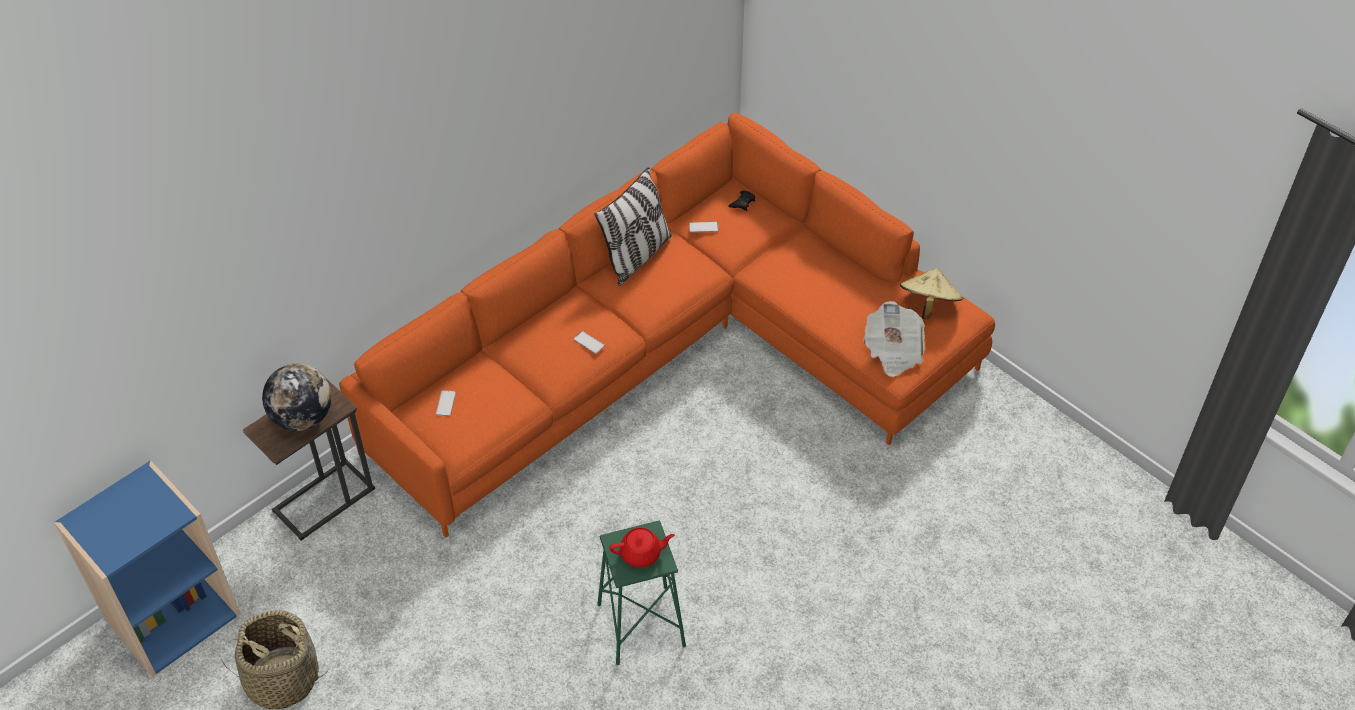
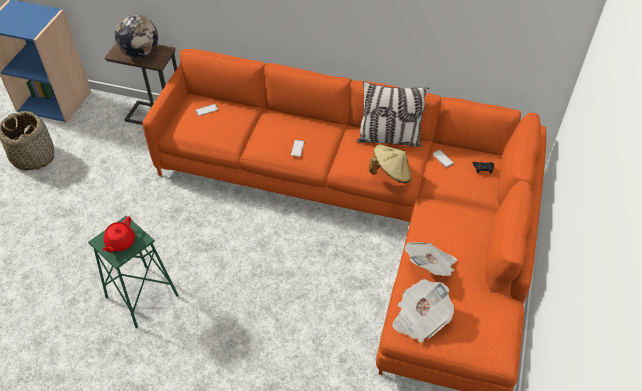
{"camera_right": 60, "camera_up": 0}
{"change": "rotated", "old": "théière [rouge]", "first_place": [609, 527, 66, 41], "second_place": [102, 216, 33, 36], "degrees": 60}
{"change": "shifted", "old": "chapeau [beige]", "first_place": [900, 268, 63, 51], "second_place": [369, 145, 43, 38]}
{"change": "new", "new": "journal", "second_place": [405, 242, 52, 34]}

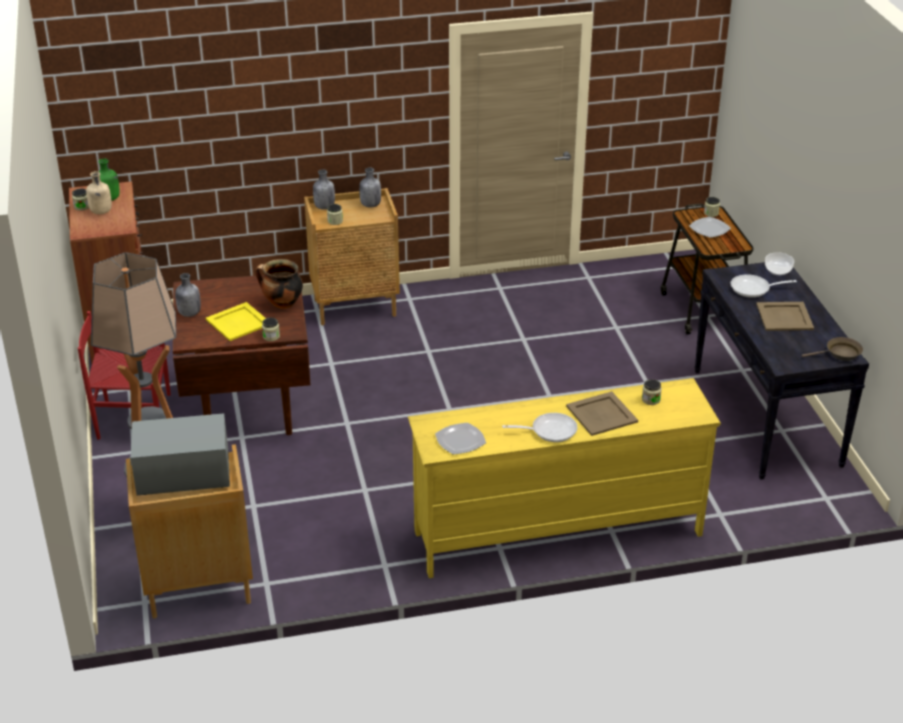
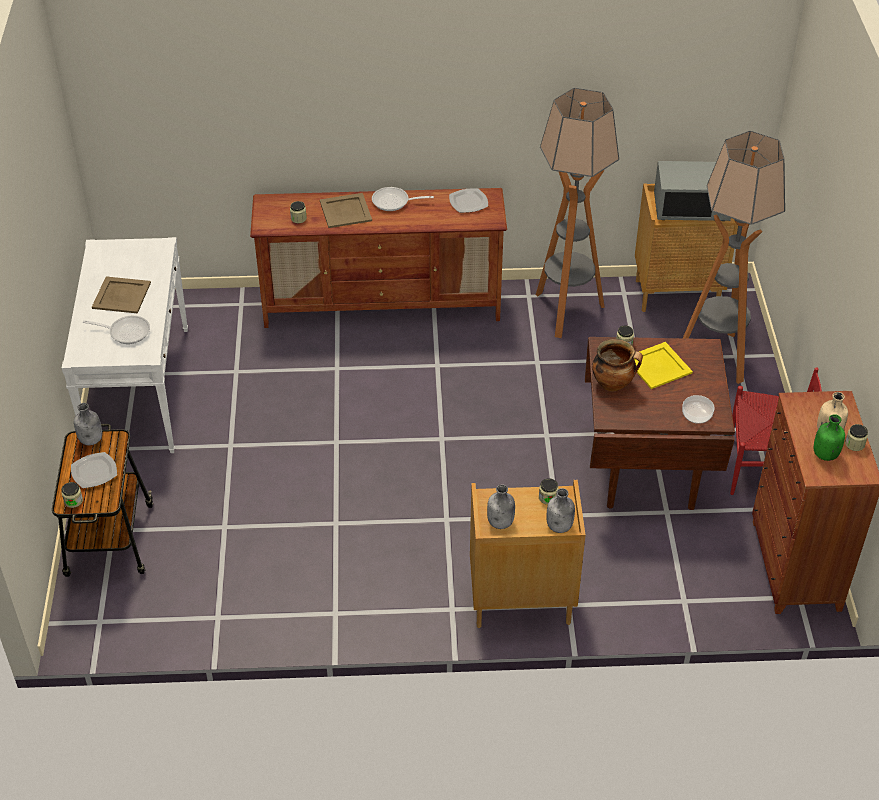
{"camera_right": -170, "camera_up": 10}
{"change": "repainted", "old": "table console [noir]", "new": "table console [blanc]", "first_place": [694, 262, 175, 218], "second_place": [62, 237, 126, 216]}
{"change": "shifted", "old": "bouteille [gris]", "first_place": [175, 273, 26, 44], "second_place": [74, 403, 28, 42]}
{"change": "repainted", "old": "commode [jaune]", "new": "commode [marron]", "first_place": [408, 378, 313, 200], "second_place": [250, 188, 257, 140]}
{"change": "new", "new": "lampadaire", "second_place": [536, 88, 83, 250]}
{"change": "shifted", "old": "bol", "first_place": [765, 252, 29, 23], "second_place": [682, 395, 32, 29]}
{"change": "gone", "old": "poêle [marron]", "first_place": [802, 337, 61, 24]}

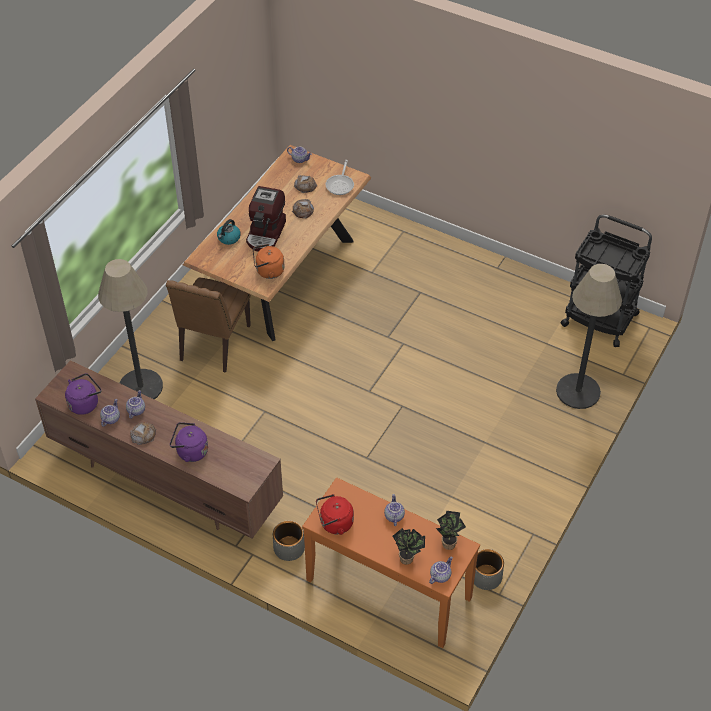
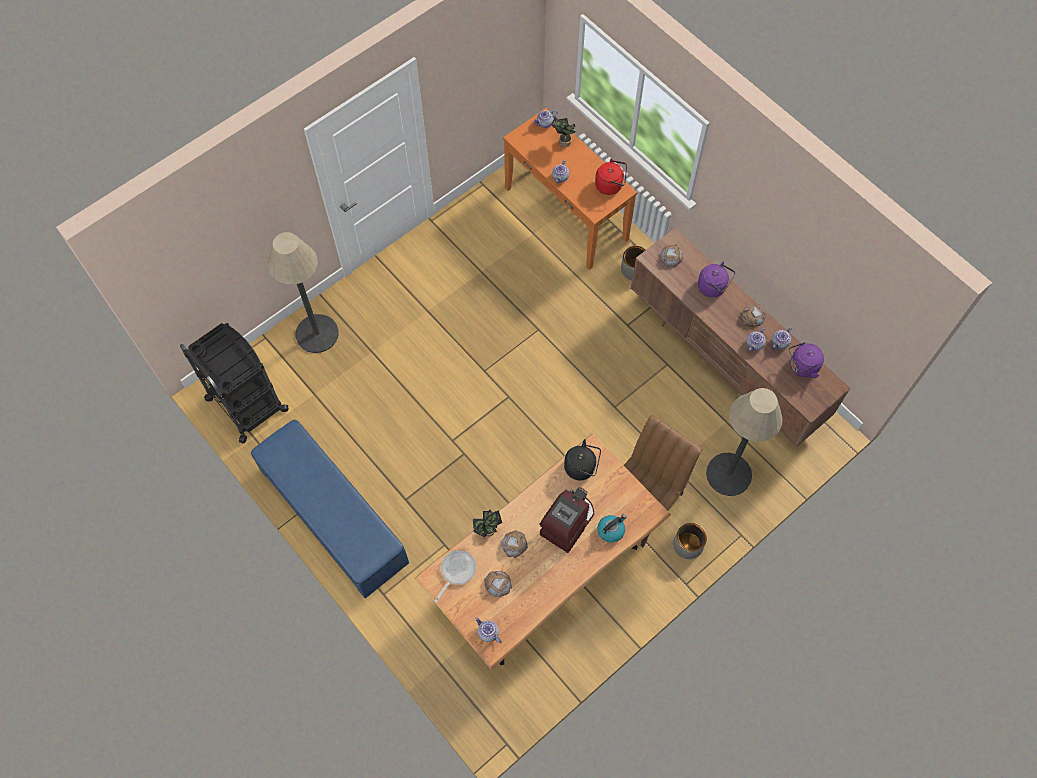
{"camera_right": -160, "camera_up": 15}
{"change": "new", "new": "banc [bleu]", "second_place": [251, 420, 158, 178]}
{"change": "shifted", "old": "plante en pot", "first_place": [436, 511, 30, 39], "second_place": [473, 509, 29, 29]}
{"change": "repainted", "old": "bouilloire [orange]", "new": "bouilloire [noir]", "first_place": [253, 244, 32, 35], "second_place": [564, 439, 37, 42]}
{"change": "new", "new": "pain", "second_place": [660, 245, 24, 22]}
{"change": "shifted", "old": "cache-pot [gris]", "first_place": [474, 549, 30, 41], "second_place": [673, 523, 34, 36]}

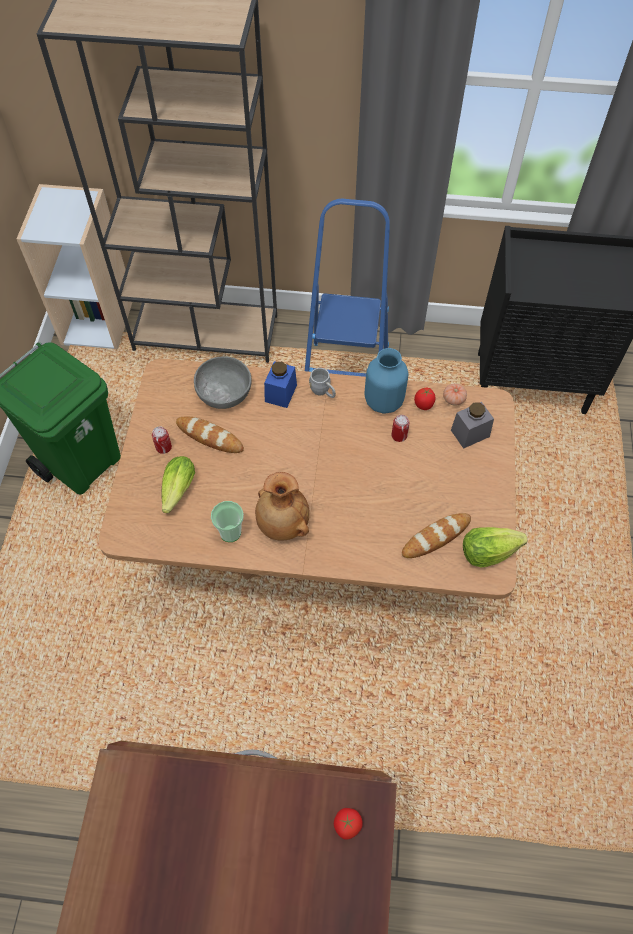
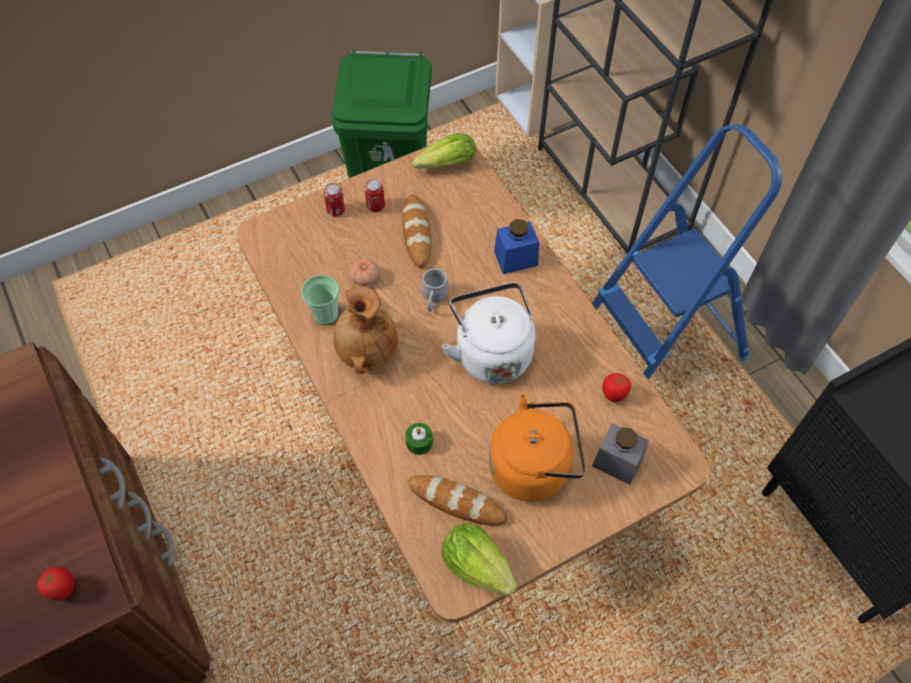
{"camera_right": 55, "camera_up": 0}
{"change": "shifted", "old": "boîte métallique", "first_place": [391, 415, 18, 27], "second_place": [324, 183, 21, 33]}
{"change": "shifted", "old": "tomate", "first_place": [443, 383, 24, 23], "second_place": [350, 259, 29, 27]}
{"change": "new", "new": "bougie [vert]", "second_place": [405, 423, 28, 32]}
{"change": "shifted", "old": "laitue", "first_place": [161, 456, 34, 57], "second_place": [412, 133, 64, 36]}
{"change": "shifted", "old": "mug [gris]", "first_place": [309, 368, 27, 30], "second_place": [421, 268, 28, 44]}
{"change": "new", "new": "bouilloire [blanc]", "second_place": [442, 283, 93, 101]}
{"change": "new", "new": "bouilloire [orange]", "second_place": [489, 394, 97, 107]}
{"change": "gone", "old": "bol [gris]", "first_place": [194, 356, 58, 53]}
{"change": "gone", "old": "vase [bleu]", "first_place": [365, 348, 44, 66]}

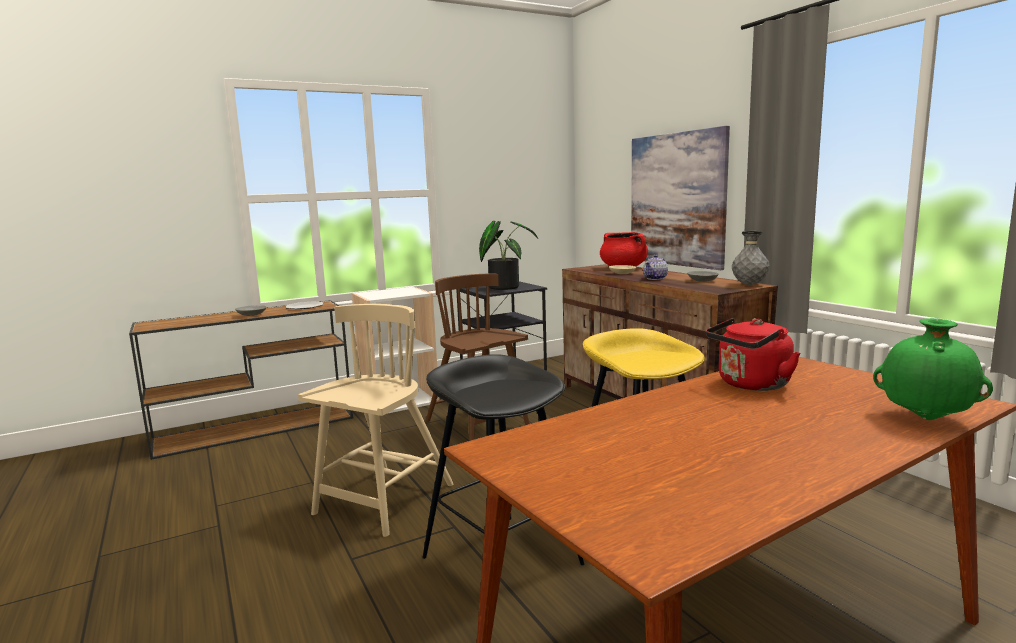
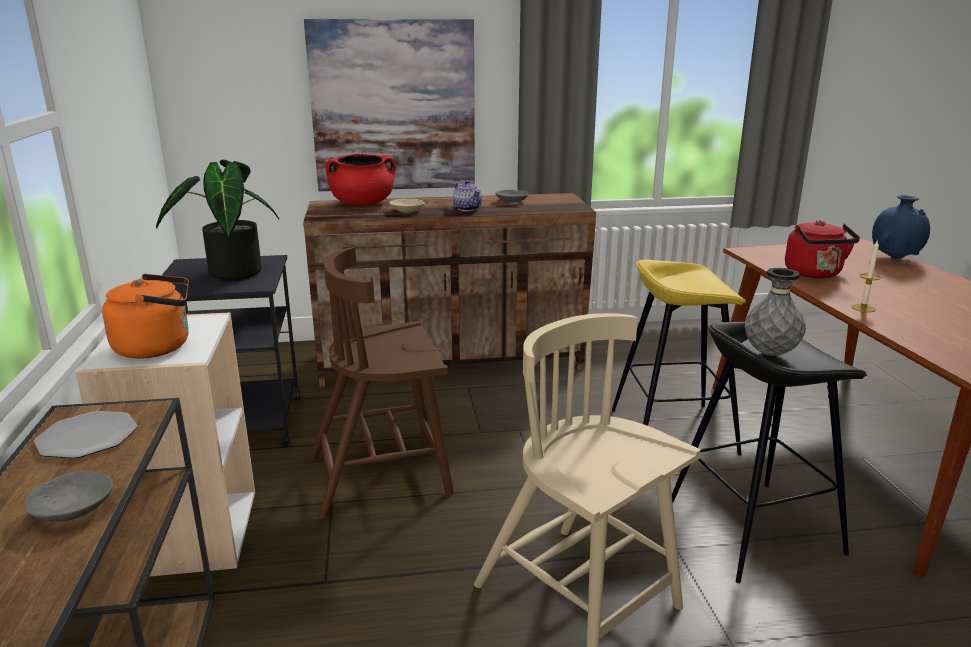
{"camera_right": -70, "camera_up": 10}
{"change": "new", "new": "bouilloire [orange]", "second_place": [102, 274, 87, 85]}
{"change": "shifted", "old": "vase [gris]", "first_place": [732, 231, 38, 54], "second_place": [745, 268, 61, 88]}
{"change": "new", "new": "bougie", "second_place": [852, 241, 28, 71]}
{"change": "repainted", "old": "vase [vert]", "new": "vase [bleu]", "first_place": [873, 318, 120, 102], "second_place": [872, 195, 58, 64]}

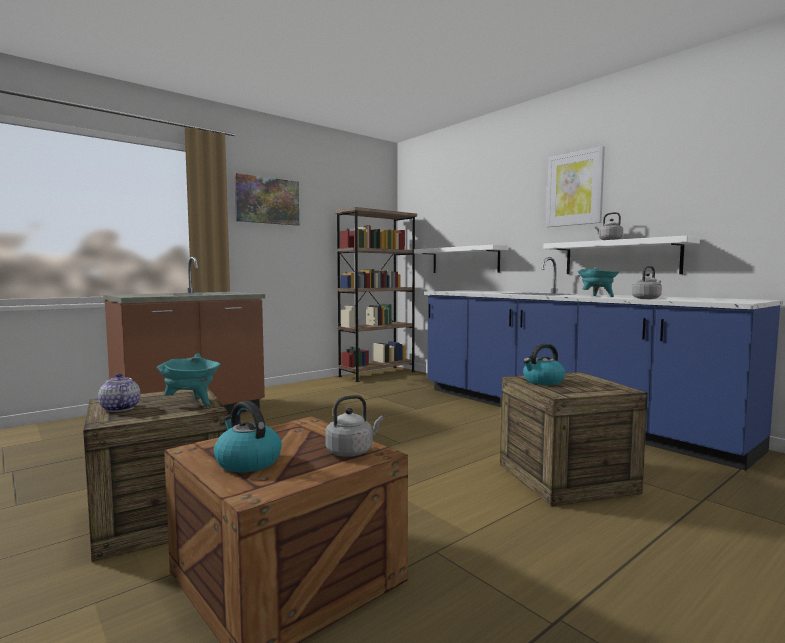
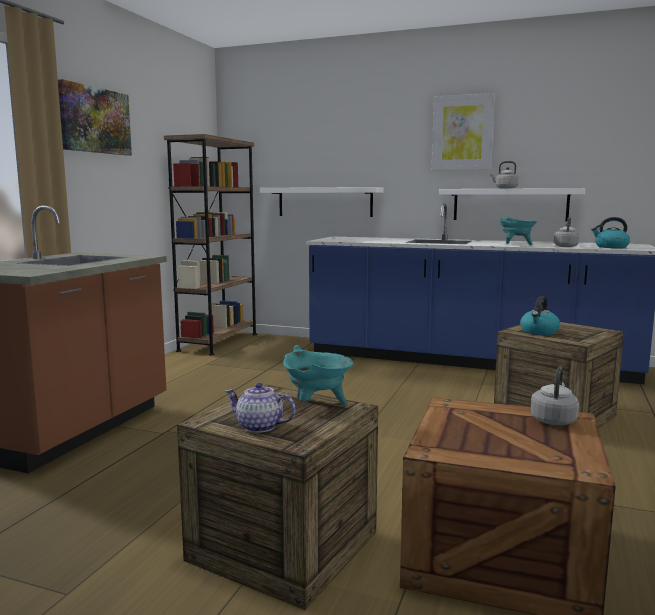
{"camera_right": -30, "camera_up": 5}
{"change": "shifted", "old": "bouilloire", "first_place": [214, 401, 68, 72], "second_place": [591, 217, 39, 31]}

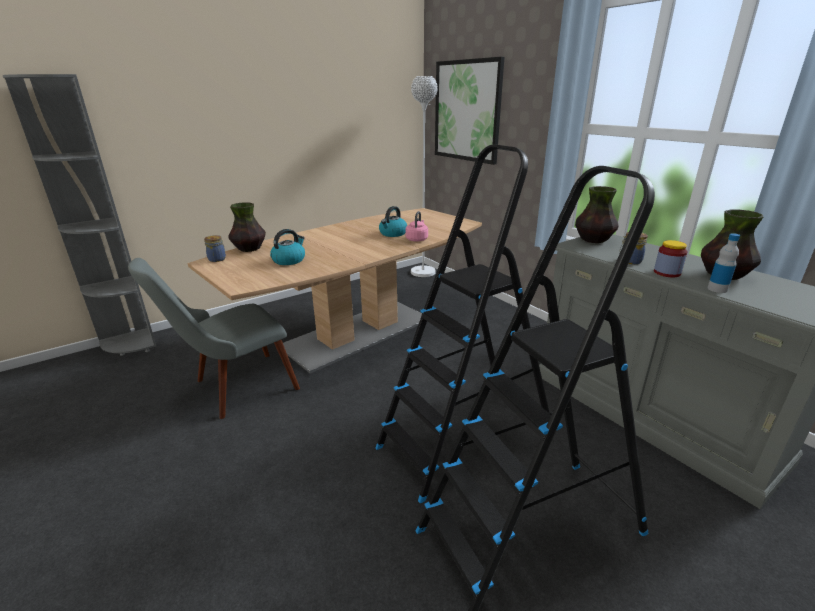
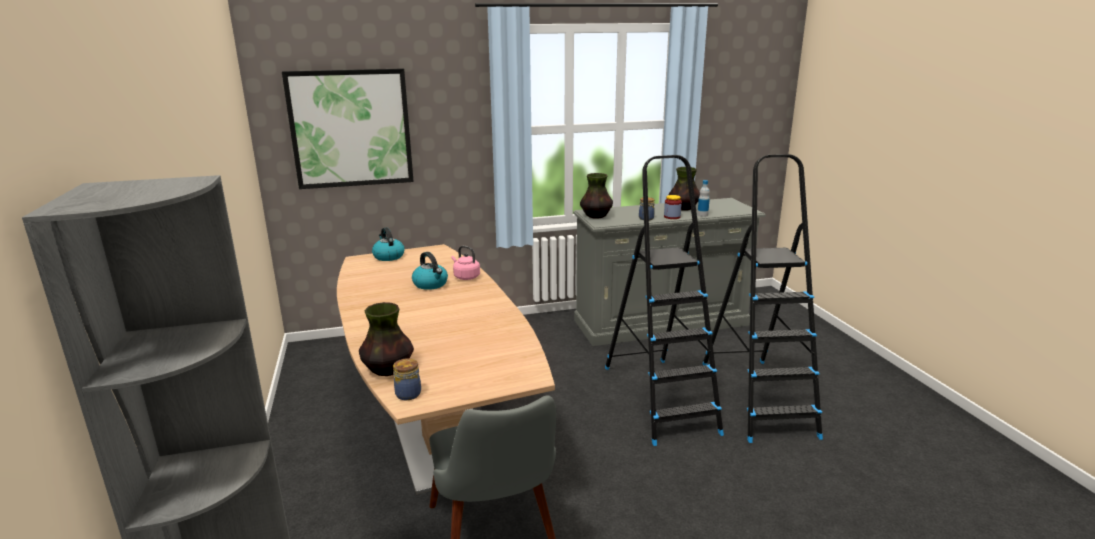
{"camera_right": -70, "camera_up": -5}
{"change": "shifted", "old": "bouilloire", "first_place": [270, 229, 35, 36], "second_place": [372, 227, 33, 34]}
{"change": "gone", "old": "lampadaire [blanc]", "first_place": [411, 76, 27, 201]}

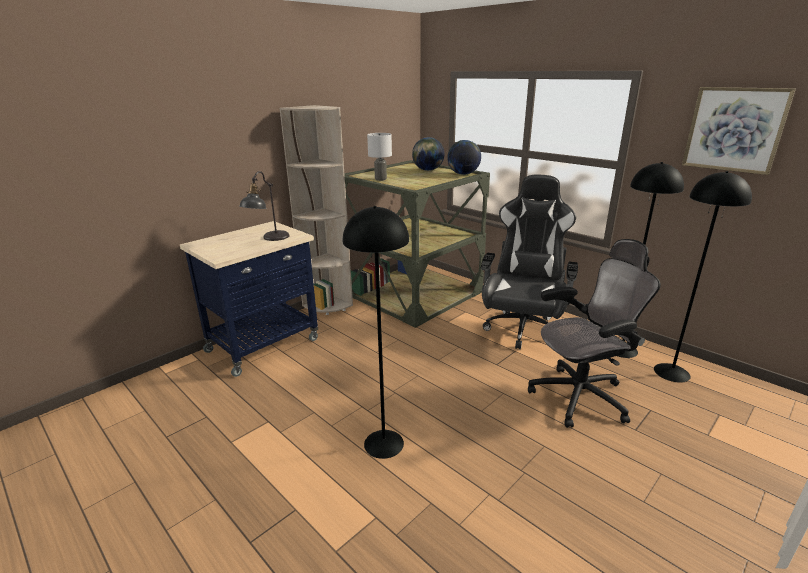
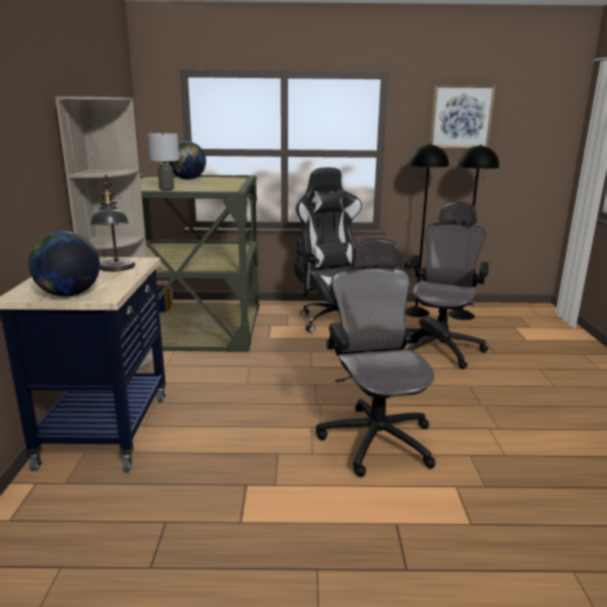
{"camera_right": -45, "camera_up": -5}
{"change": "shifted", "old": "globe", "first_place": [447, 140, 34, 35], "second_place": [28, 231, 72, 66]}
{"change": "swapped", "old": "lampadaire [noir]", "new": "chaise de bureau", "first_place": [343, 206, 66, 253], "second_place": [316, 238, 135, 239]}

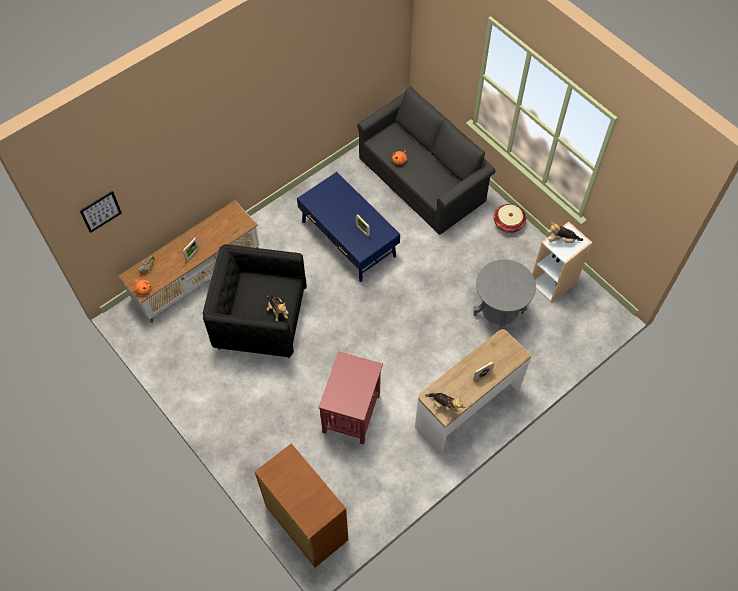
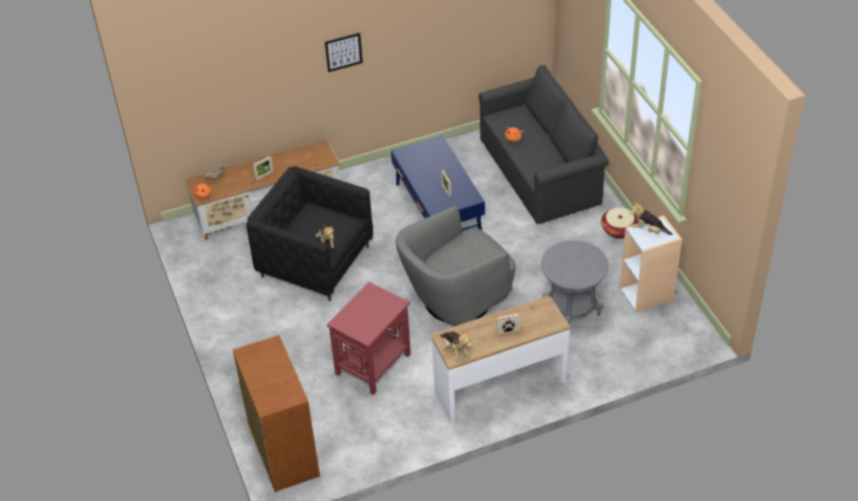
{"camera_right": 20, "camera_up": -15}
{"change": "shifted", "old": "tableau", "first_place": [80, 191, 42, 42], "second_place": [325, 33, 38, 39]}
{"change": "new", "new": "fauteuil [gris]", "second_place": [396, 206, 120, 120]}

